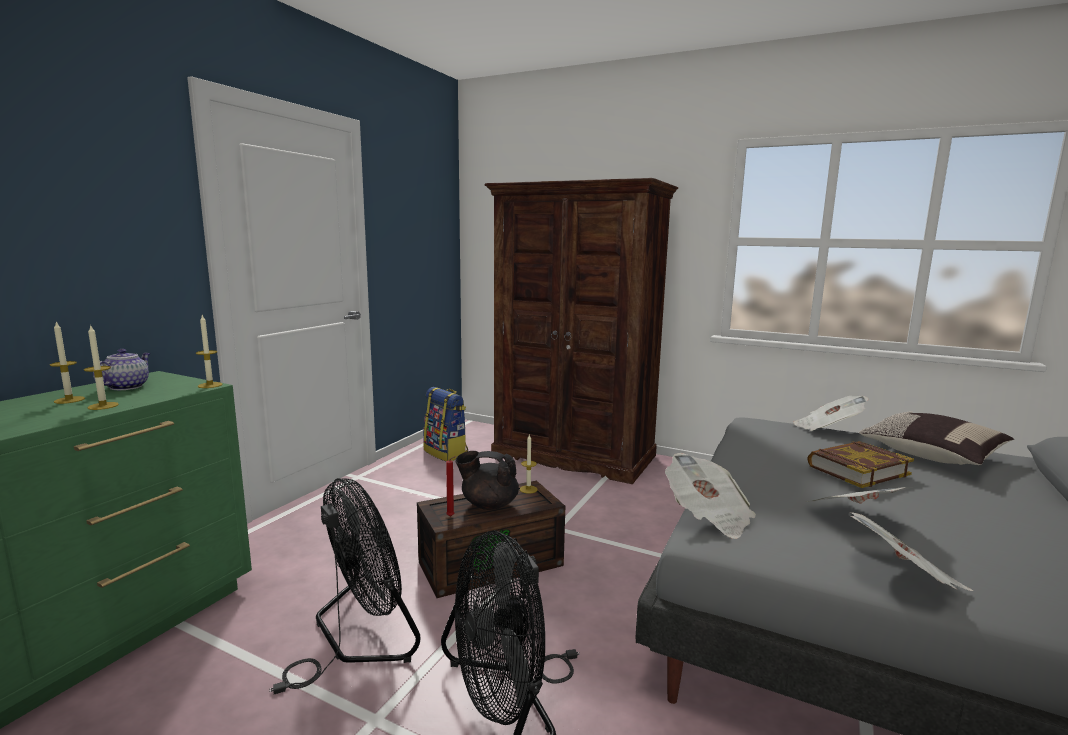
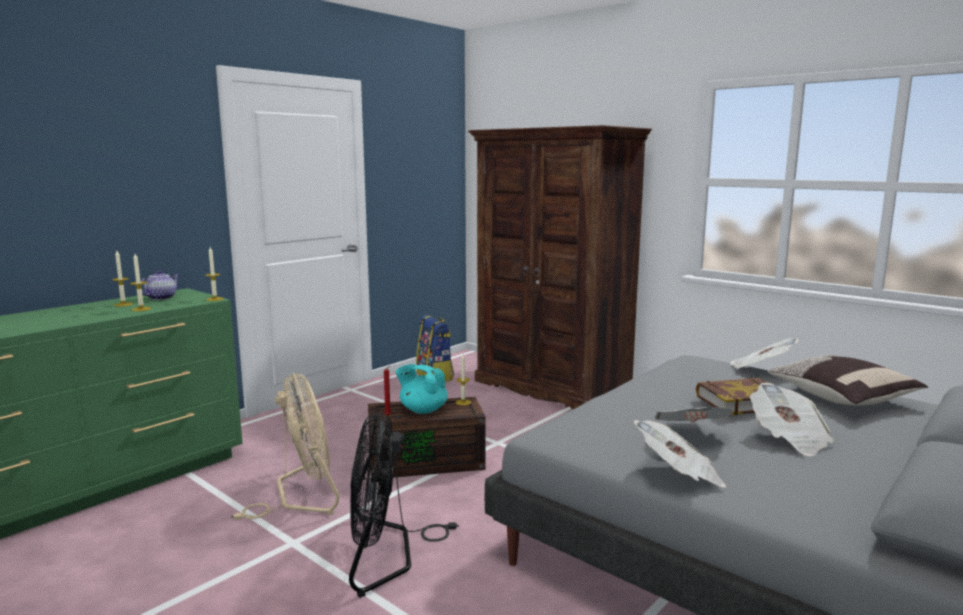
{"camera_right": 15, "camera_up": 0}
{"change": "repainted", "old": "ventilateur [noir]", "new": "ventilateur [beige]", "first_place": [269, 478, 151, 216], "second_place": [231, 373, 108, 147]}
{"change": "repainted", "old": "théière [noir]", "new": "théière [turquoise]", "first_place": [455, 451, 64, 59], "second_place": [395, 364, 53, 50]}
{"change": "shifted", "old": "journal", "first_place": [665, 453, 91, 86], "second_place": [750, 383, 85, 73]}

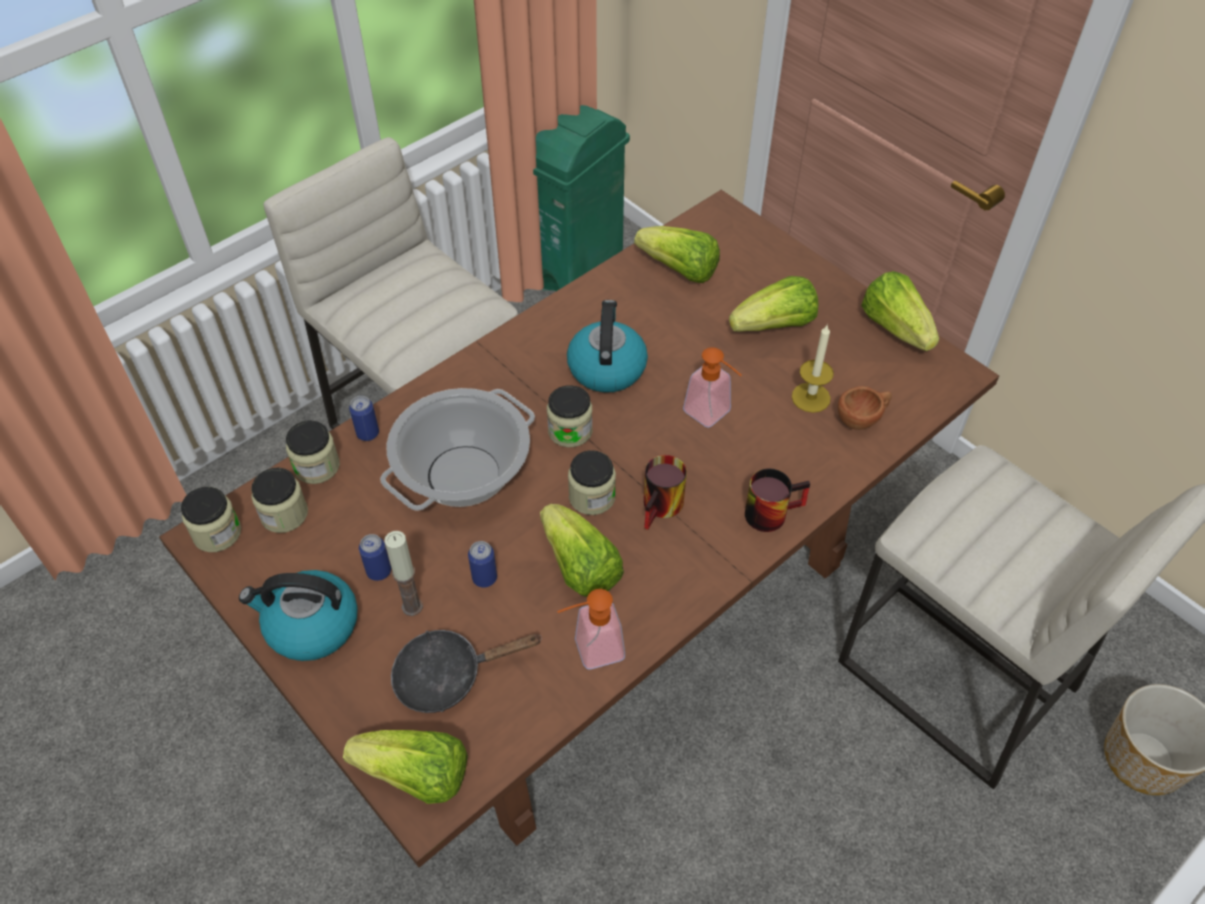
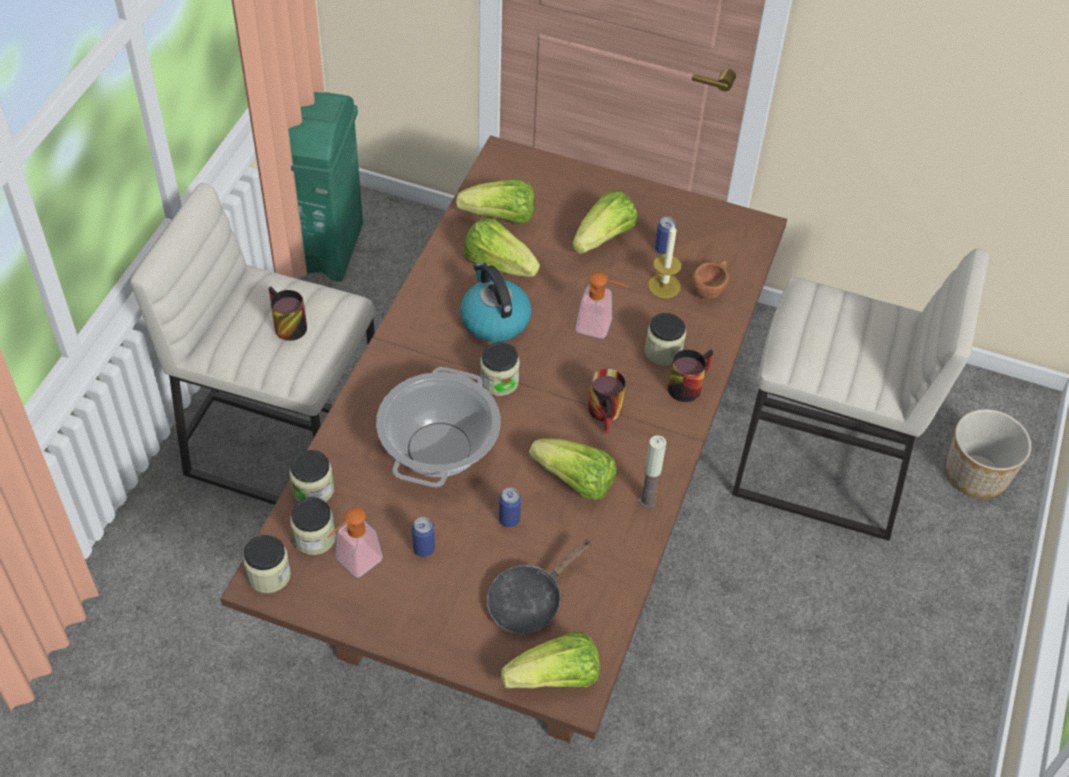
{"camera_right": -30, "camera_up": 0}
{"change": "new", "new": "mug", "second_place": [269, 287, 38, 54]}
{"change": "shifted", "old": "distributeur de savon", "first_place": [557, 589, 68, 80], "second_place": [327, 507, 56, 71]}
{"change": "shifted", "old": "laitue", "first_place": [861, 271, 78, 80], "second_place": [464, 218, 76, 59]}
{"change": "shifted", "old": "bougie", "first_place": [384, 531, 39, 85], "second_place": [639, 435, 28, 73]}
{"change": "shifted", "old": "bocal", "first_place": [568, 450, 48, 65], "second_place": [645, 313, 41, 53]}
{"change": "shifted", "old": "boîte métallique", "first_place": [349, 396, 30, 45], "second_place": [655, 217, 22, 37]}
{"change": "gone", "old": "bouilloire", "first_place": [239, 570, 119, 91]}

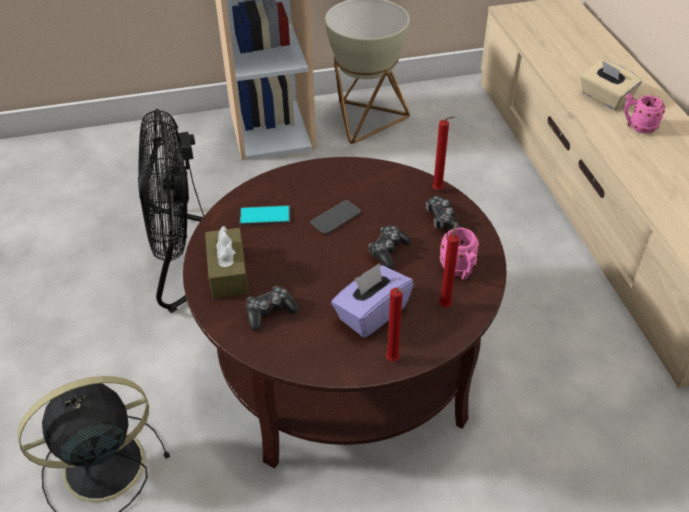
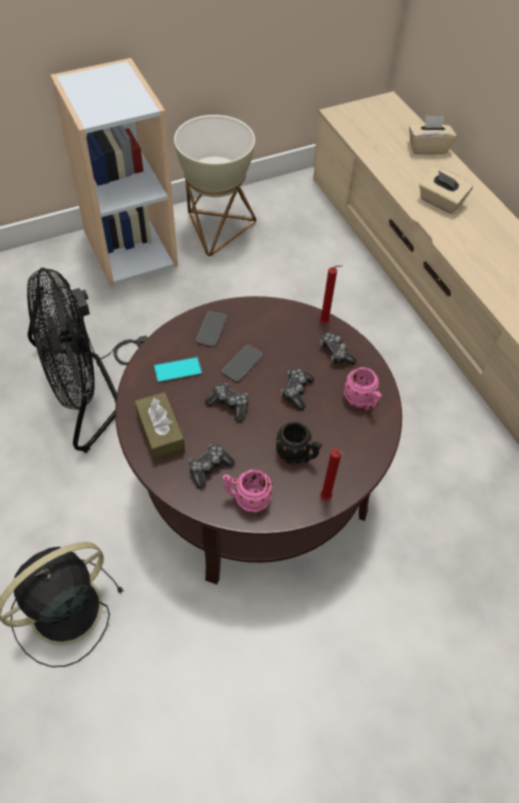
{"camera_right": -15, "camera_up": 10}
{"change": "new", "new": "téléphone", "second_place": [195, 311, 32, 36]}
{"change": "new", "new": "manette", "second_place": [205, 383, 43, 39]}
{"change": "shifted", "old": "mug [rose]", "first_place": [624, 94, 41, 40], "second_place": [223, 469, 50, 44]}
{"change": "swapped", "old": "boîte à mouchoirs [violet]", "new": "mug [noir]", "first_place": [331, 263, 83, 75], "second_place": [276, 422, 46, 42]}
{"change": "new", "new": "boîte à mouchoirs [beige]", "second_place": [409, 116, 48, 38]}
{"change": "gone", "old": "bougie [rouge]", "first_place": [439, 222, 20, 85]}

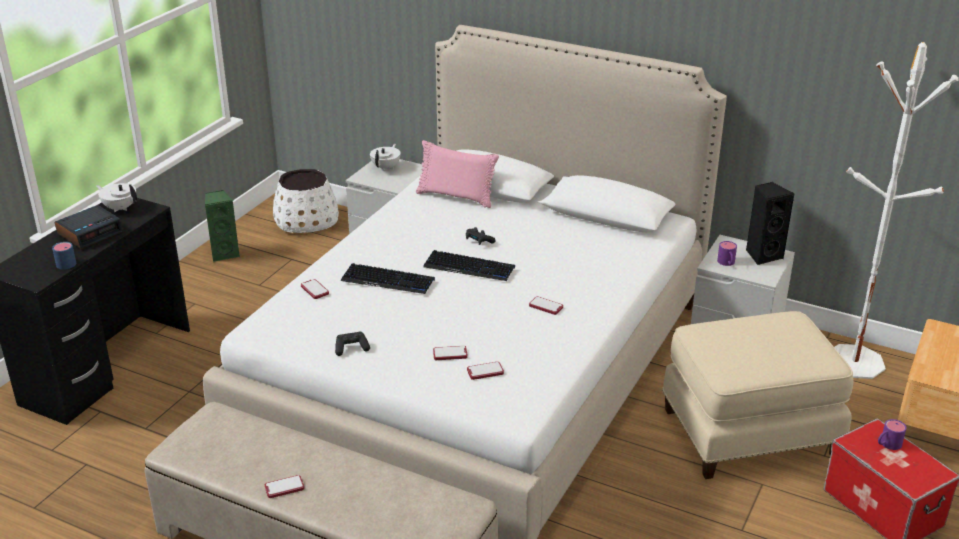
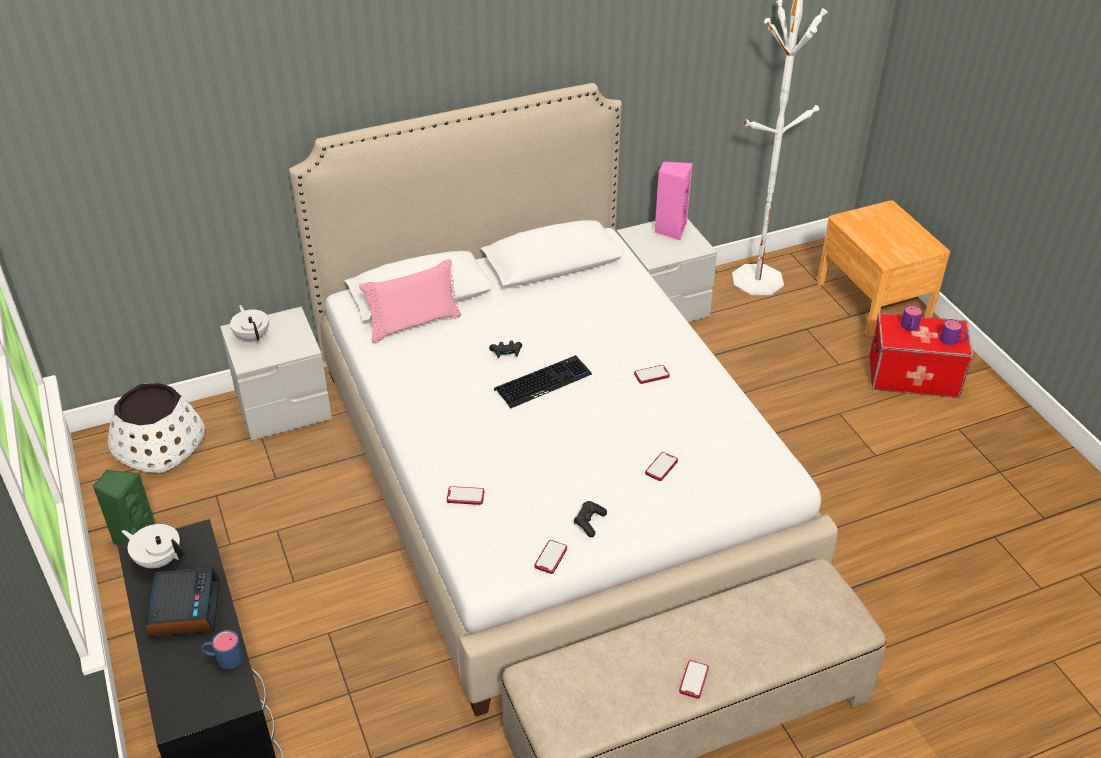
{"camera_right": -50, "camera_up": 10}
{"change": "rotated", "old": "théière [blanc]", "first_place": [96, 183, 41, 29], "second_place": [121, 524, 62, 45], "degrees": 45}
{"change": "shifted", "old": "téléphone", "first_place": [467, 362, 37, 18], "second_place": [535, 540, 32, 34]}
{"change": "repainted", "old": "enceinte [noir]", "new": "enceinte [rose]", "first_place": [746, 182, 48, 83], "second_place": [655, 162, 38, 78]}
{"change": "shifted", "old": "mug [violet]", "first_place": [717, 241, 20, 25], "second_place": [940, 319, 28, 26]}
{"change": "gone", "old": "clavier", "first_place": [341, 263, 94, 31]}
{"change": "gone", "old": "pouf [beige]", "first_place": [662, 311, 192, 168]}

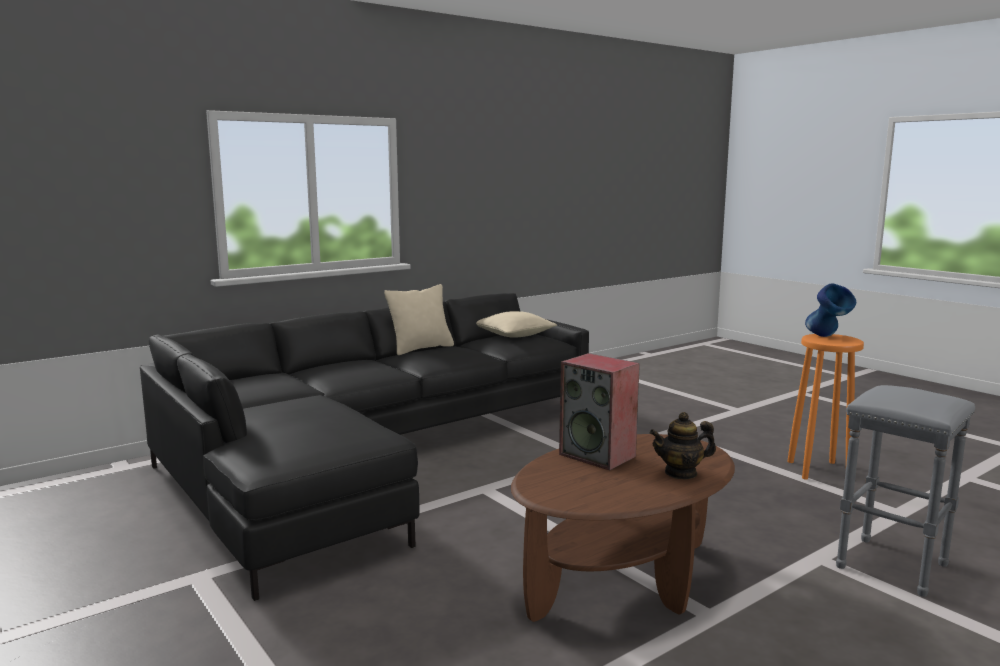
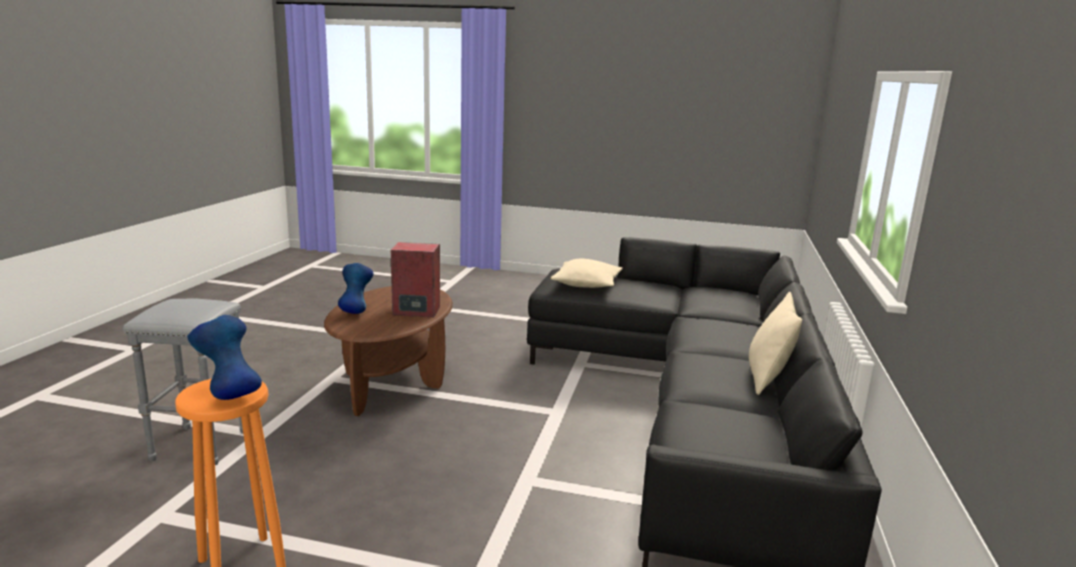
{"camera_right": 140, "camera_up": 5}
{"change": "swapped", "old": "théière", "new": "vase [bleu]", "first_place": [650, 412, 66, 68], "second_place": [338, 263, 35, 51]}
{"change": "shifted", "old": "coussin [beige]", "first_place": [476, 311, 81, 27], "second_place": [551, 259, 72, 29]}

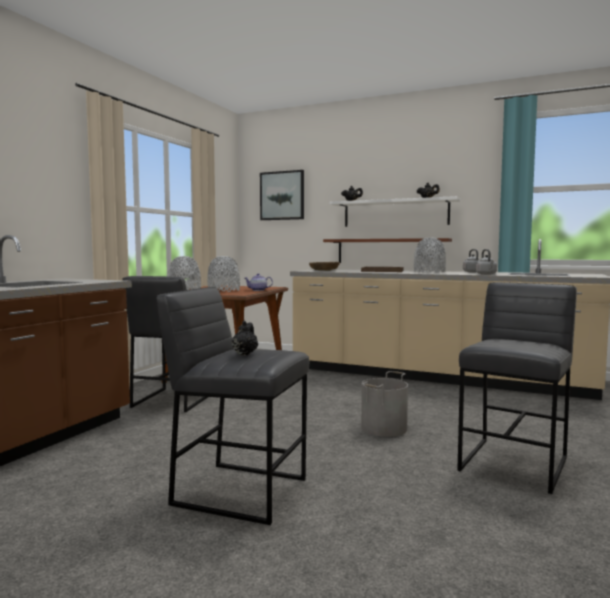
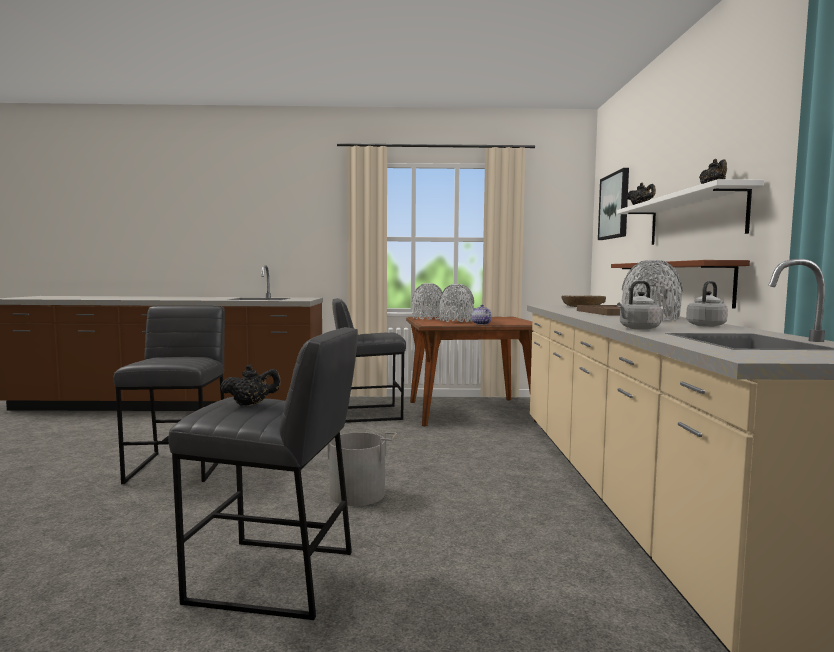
{"camera_right": 65, "camera_up": 0}
{"change": "shifted", "old": "théière [noir]", "first_place": [232, 320, 26, 35], "second_place": [220, 364, 61, 42]}

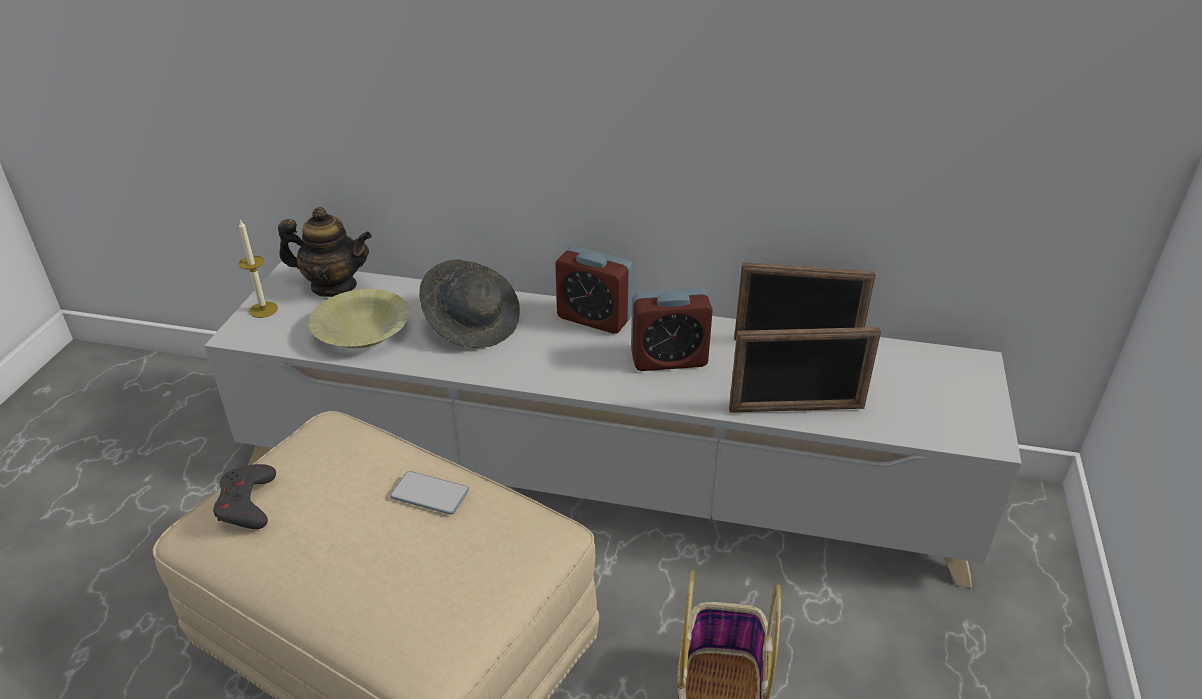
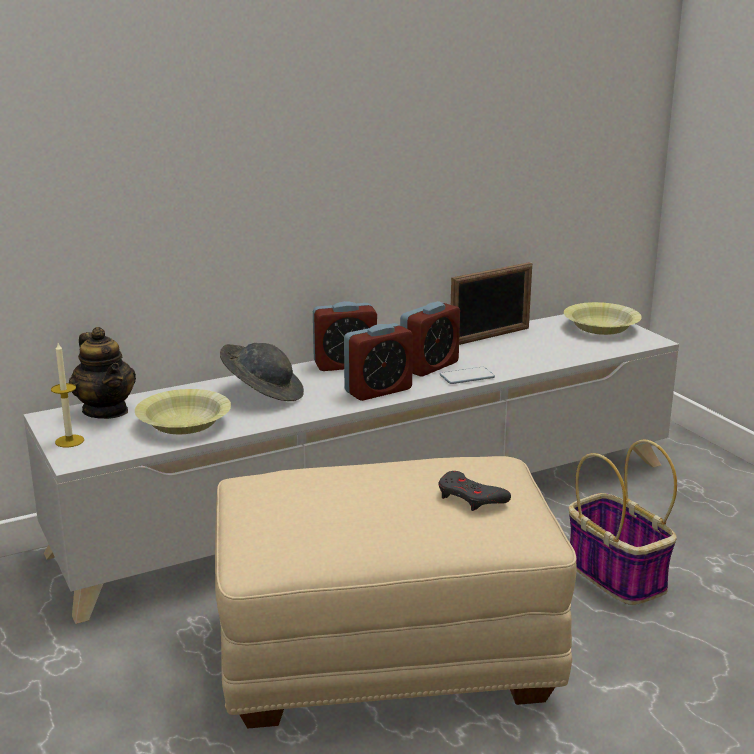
{"camera_right": -40, "camera_up": -15}
{"change": "rotated", "old": "théière", "first_place": [278, 207, 94, 90], "second_place": [69, 327, 67, 92], "degrees": 90}
{"change": "new", "new": "réveil", "second_place": [344, 323, 69, 78]}
{"change": "shifted", "old": "manette [gris]", "first_place": [213, 464, 63, 65], "second_place": [438, 471, 73, 40]}
{"change": "shifted", "old": "téléphone", "first_place": [390, 471, 79, 44], "second_place": [440, 367, 55, 17]}
{"change": "new", "new": "bol [jaune]", "second_place": [564, 302, 78, 33]}
{"change": "gone", "old": "cadre photo", "first_place": [729, 327, 152, 86]}

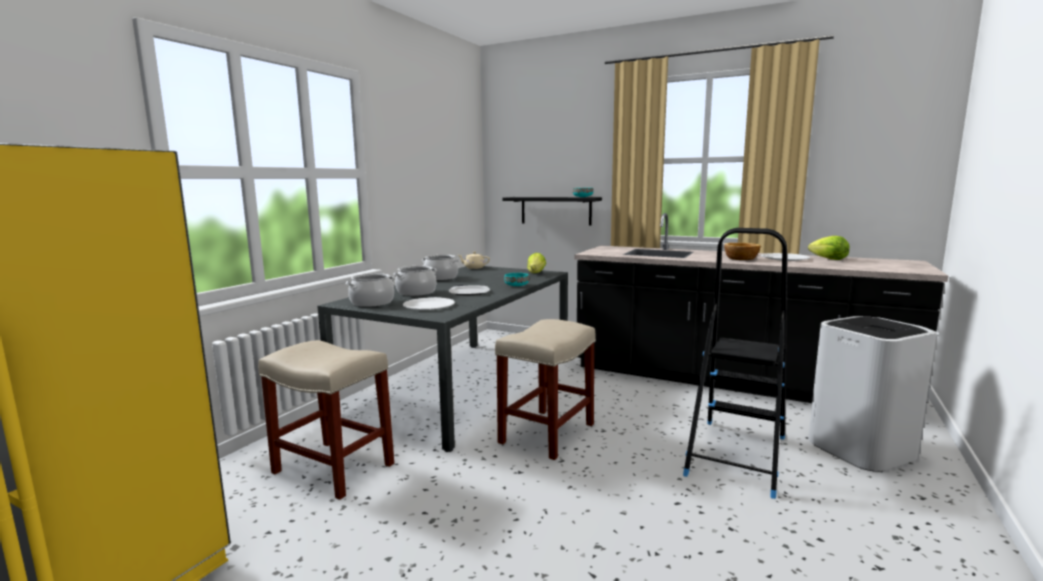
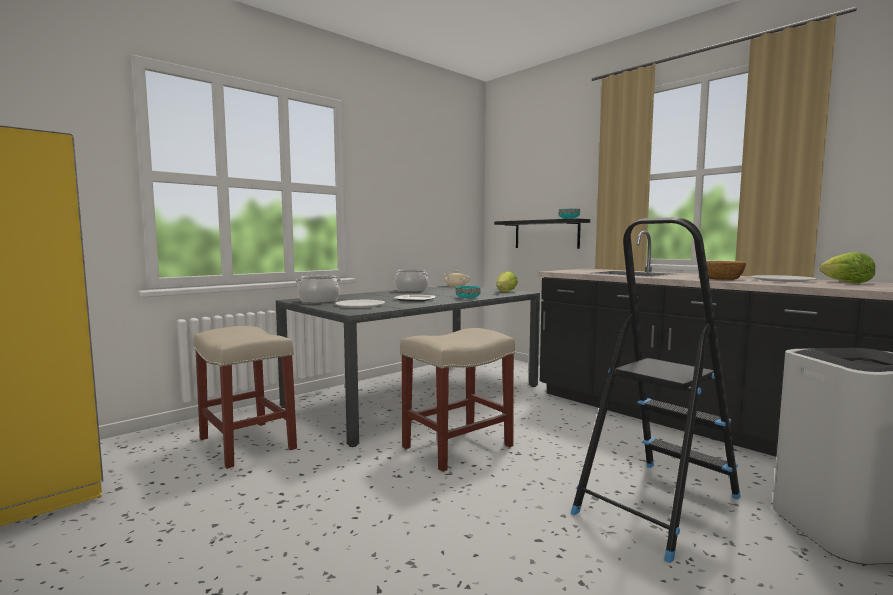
{"camera_right": 20, "camera_up": -5}
{"change": "gone", "old": "marmite", "first_place": [393, 266, 44, 30]}

